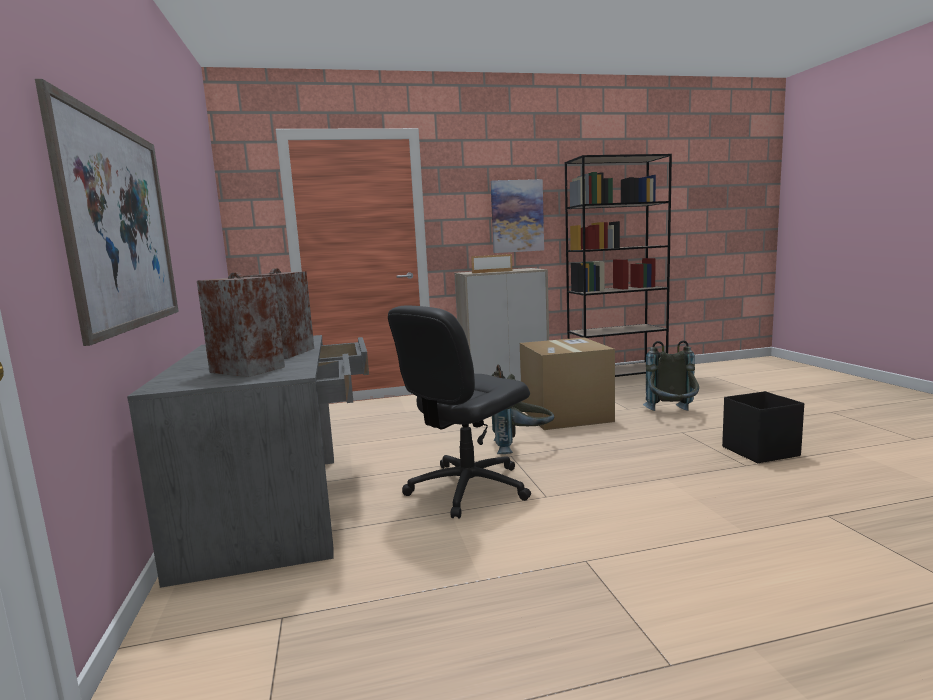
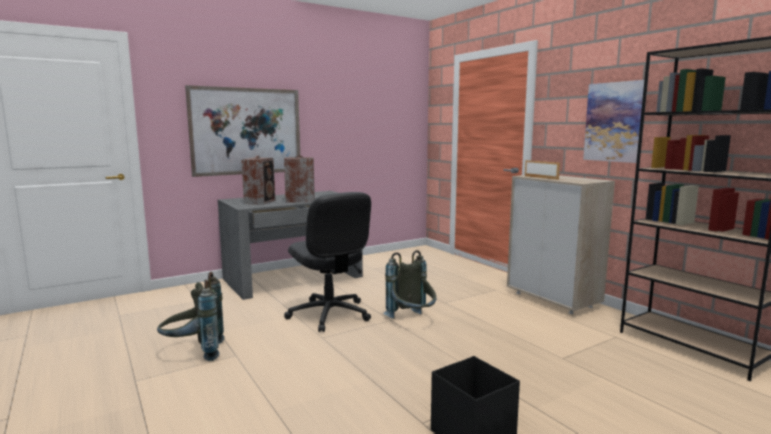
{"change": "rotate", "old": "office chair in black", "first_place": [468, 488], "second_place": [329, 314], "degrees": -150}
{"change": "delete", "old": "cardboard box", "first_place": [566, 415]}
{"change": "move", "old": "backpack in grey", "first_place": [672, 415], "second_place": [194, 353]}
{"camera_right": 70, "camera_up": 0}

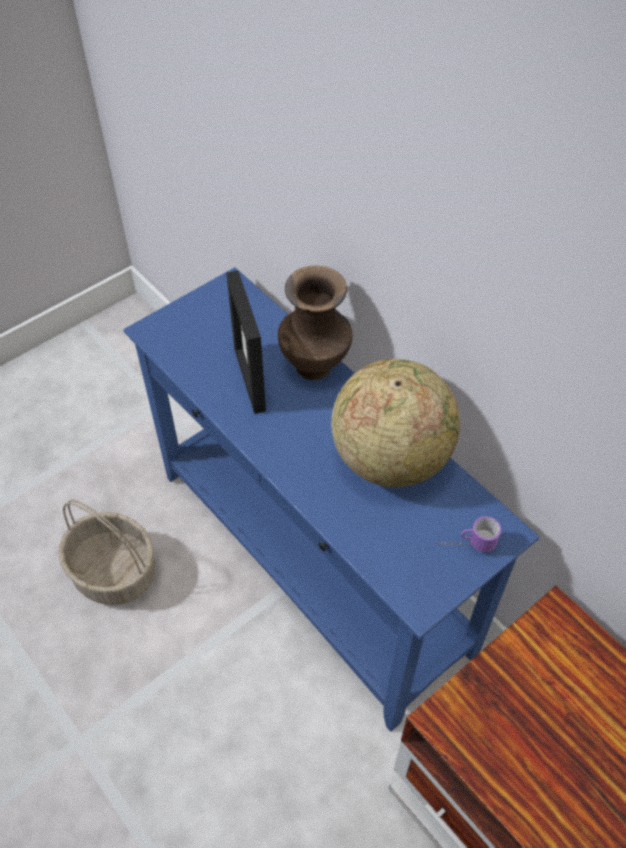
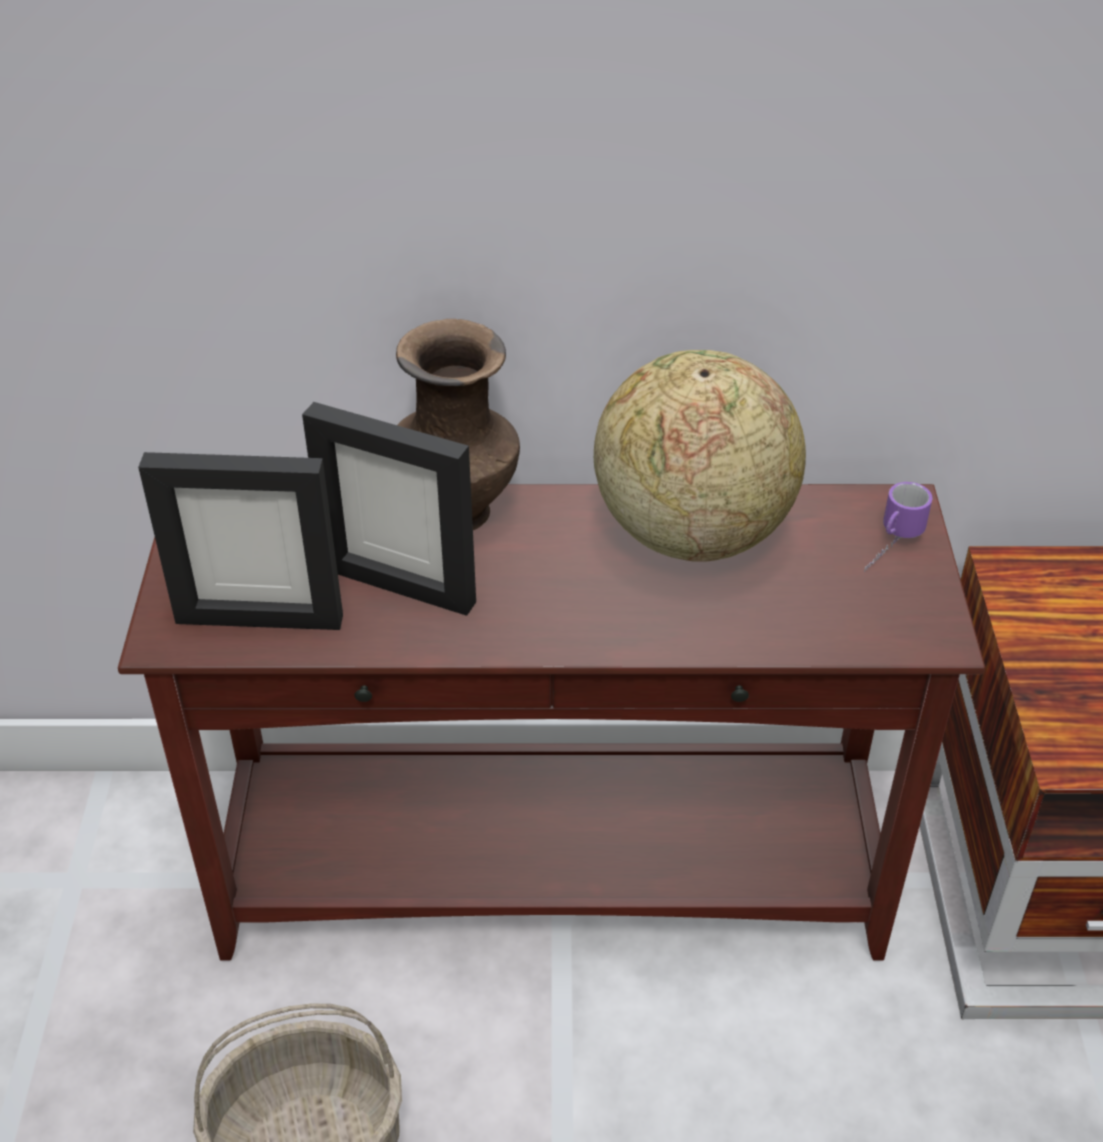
{"change": "recolor", "old": "console table in blue", "new": "console table in brown", "first_place": [315, 560], "second_place": [555, 869]}
{"change": "insert", "new": "picture frame", "second_place": [260, 616]}
{"camera_right": -50, "camera_up": -10}

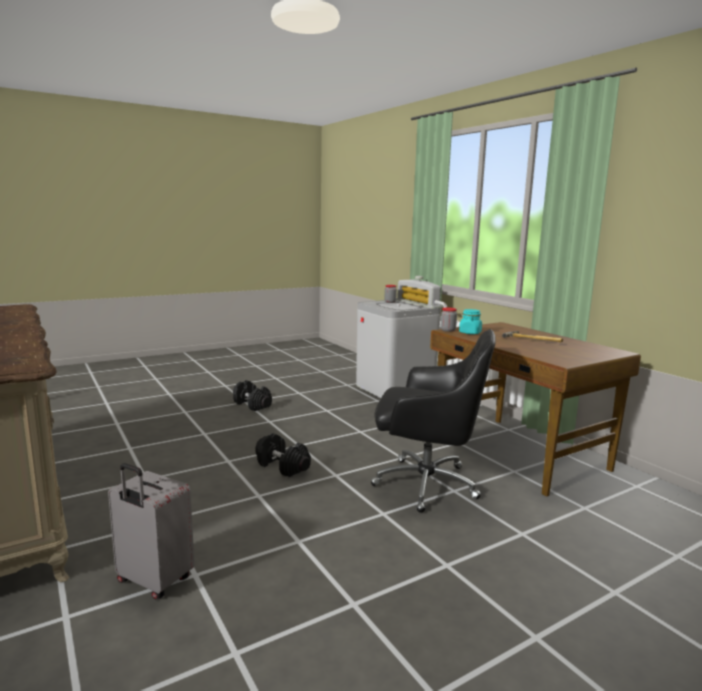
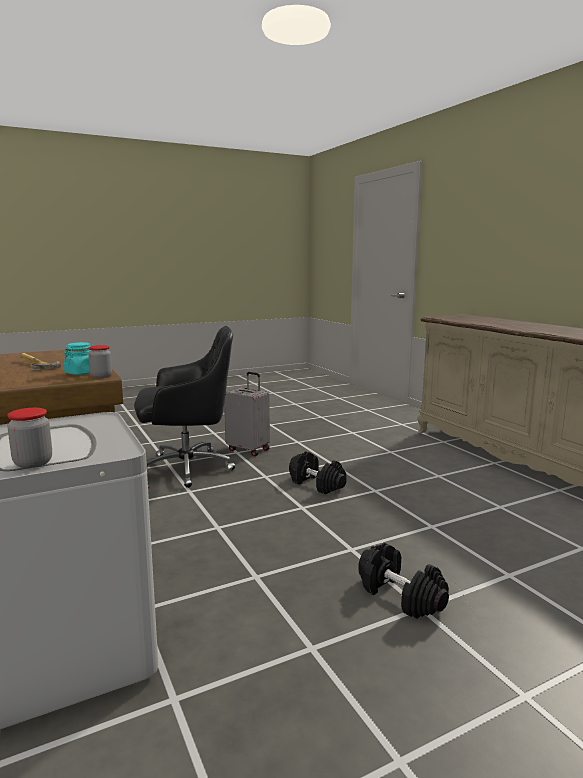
{"change": "move", "old": "suitcase in grey", "first_place": [153, 581], "second_place": [249, 449]}
{"change": "rotate", "old": "office chair in black", "first_place": [426, 484], "second_place": [187, 468], "degrees": 150}
{"camera_right": -175, "camera_up": 0}

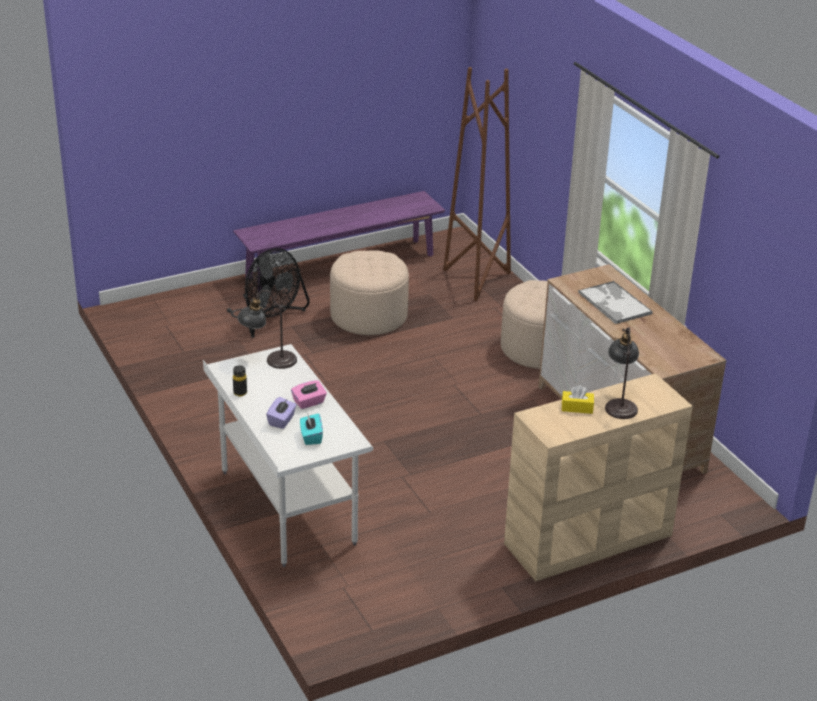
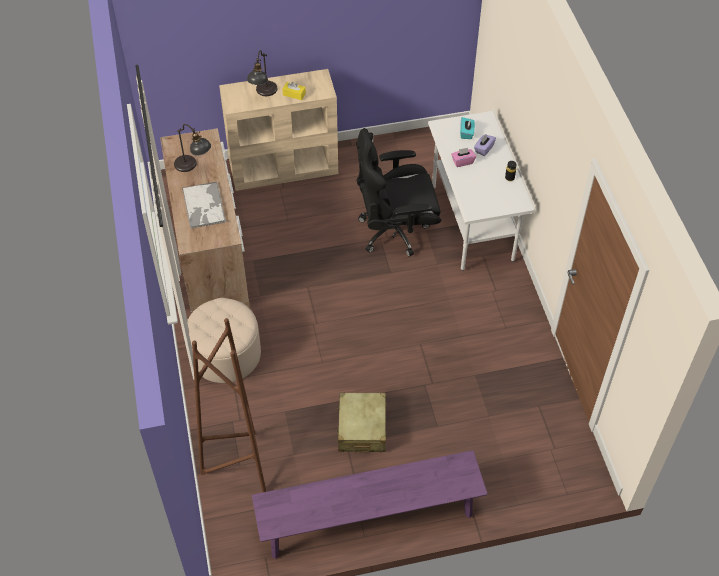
{"change": "delete", "old": "fan in black", "first_place": [266, 319]}
{"change": "move", "old": "table lamp in grey", "first_place": [268, 358], "second_place": [194, 166]}
{"change": "replace", "old": "ottoman in beige", "new": "suitcase in beige", "first_place": [368, 316], "second_place": [362, 428]}
{"change": "insert", "new": "office chair in black", "second_place": [397, 230]}
{"camera_right": -165, "camera_up": 20}

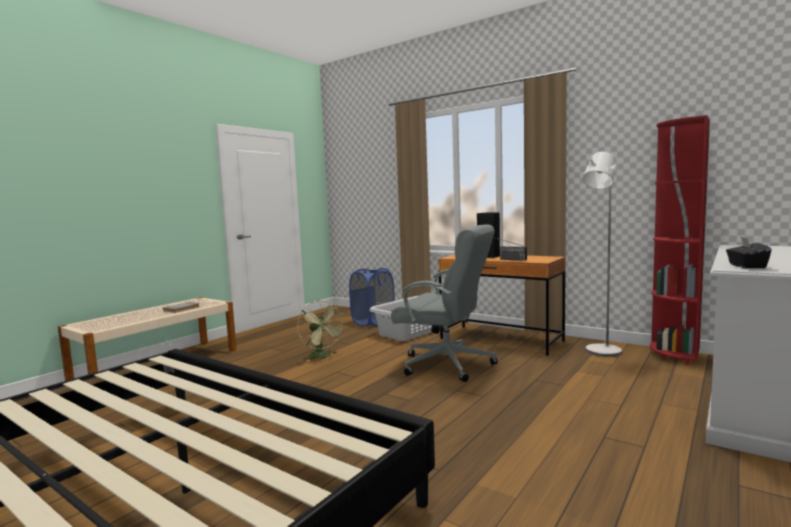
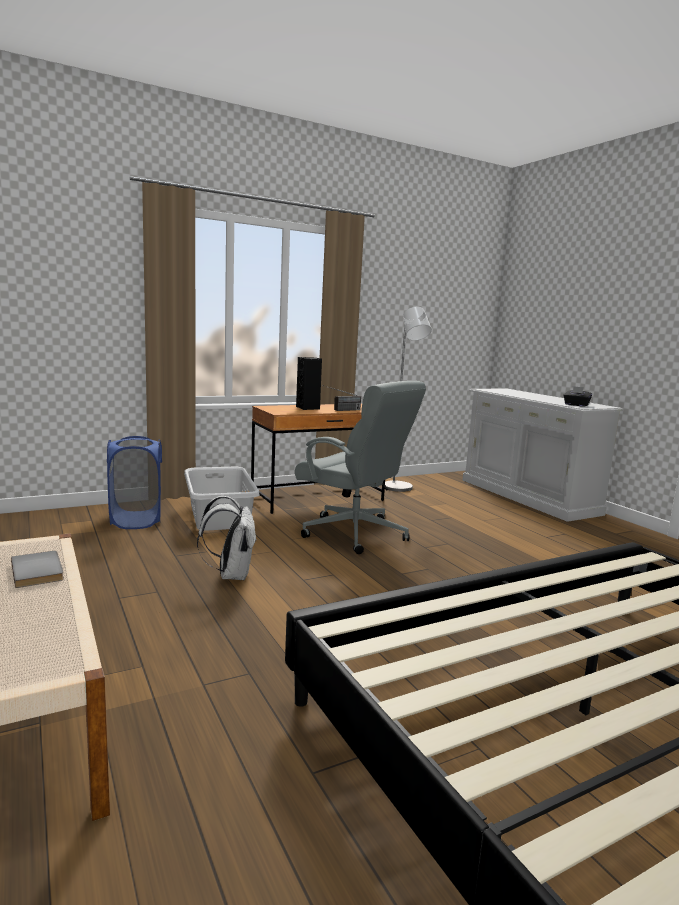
{"change": "replace", "old": "fan in green", "new": "backpack in white", "first_place": [323, 356], "second_place": [231, 575]}
{"change": "rotate", "old": "office chair in grey", "first_place": [446, 364], "second_place": [354, 533], "degrees": 75}
{"change": "delete", "old": "bookcase in red", "first_place": [674, 357]}
{"camera_right": -65, "camera_up": 5}

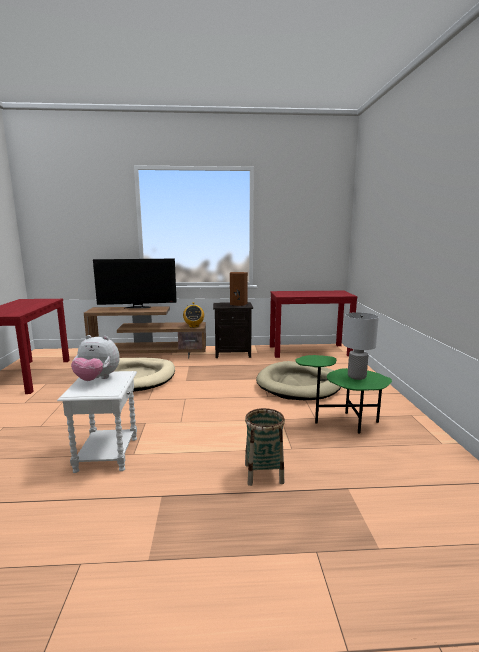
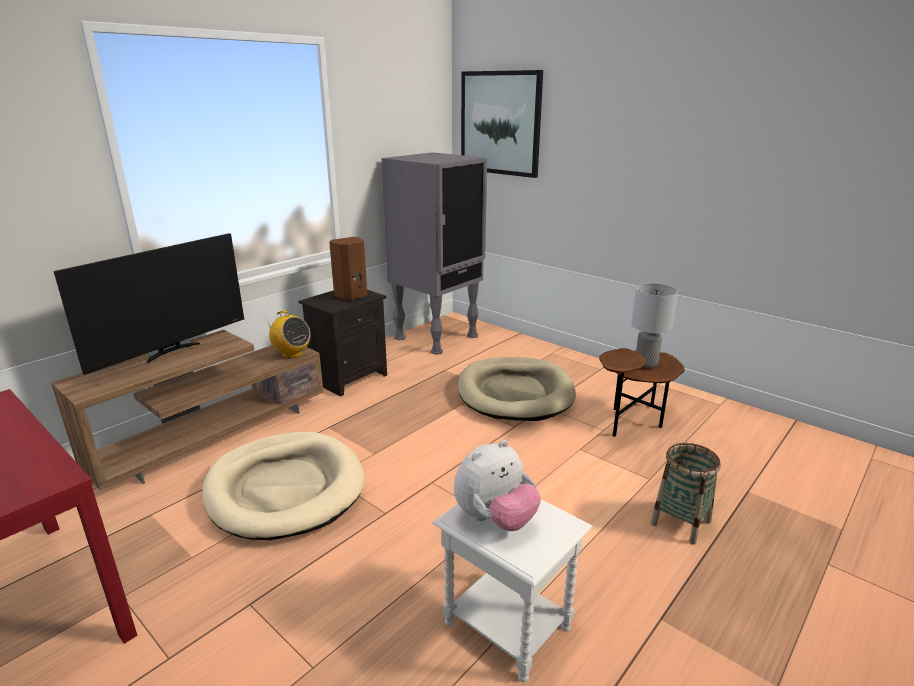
{"change": "replace", "old": "console table in red", "new": "cabinet in grey", "first_place": [309, 351], "second_place": [437, 337]}
{"change": "recolor", "old": "side table in green", "new": "side table in brown", "first_place": [343, 422], "second_place": [632, 422]}
{"change": "insert", "new": "picture", "second_place": [500, 123]}
{"camera_right": -45, "camera_up": 10}

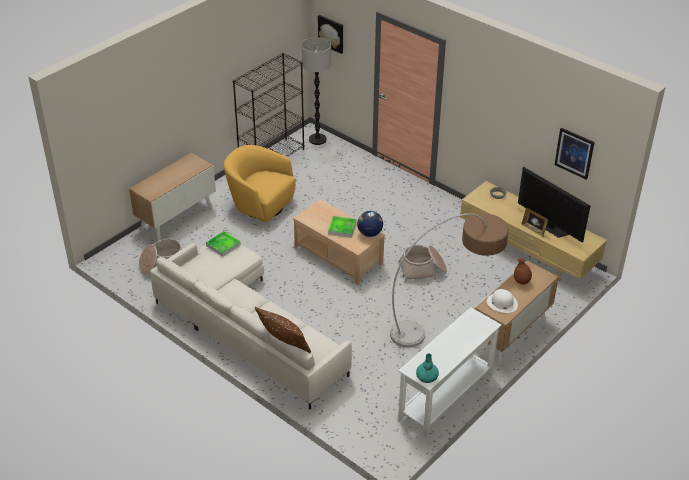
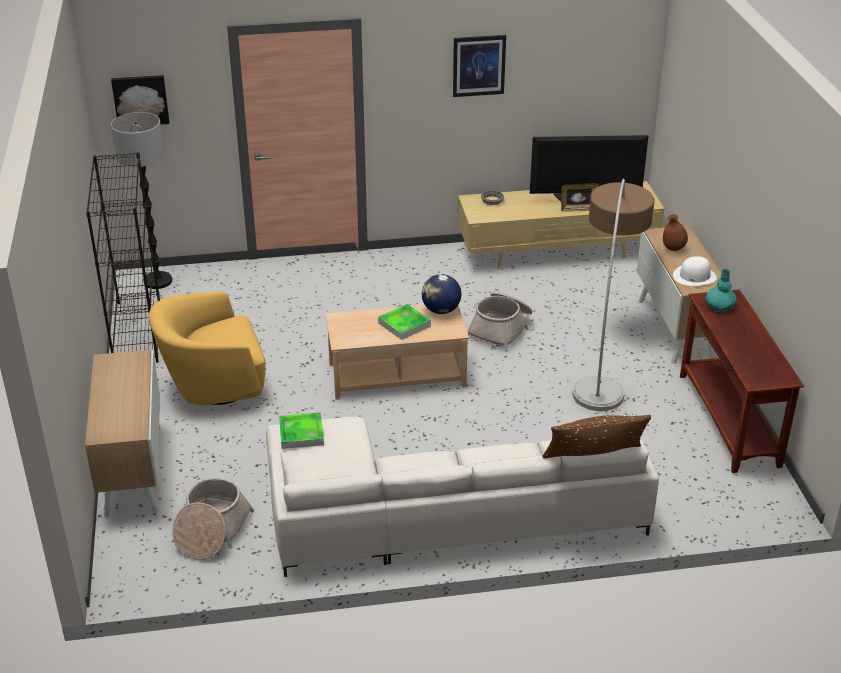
{"change": "recolor", "old": "console table in white", "new": "console table in brown", "first_place": [446, 397], "second_place": [729, 420]}
{"change": "move", "old": "vase in turquoise", "first_place": [427, 377], "second_place": [720, 306]}
{"change": "move", "old": "picture", "first_place": [574, 153], "second_place": [478, 65]}
{"camera_right": -50, "camera_up": -5}

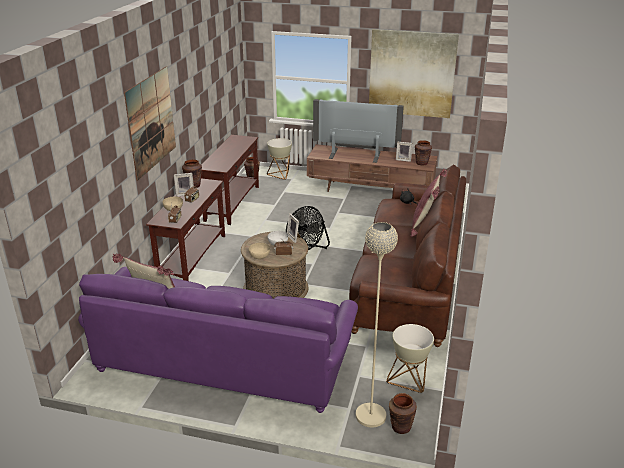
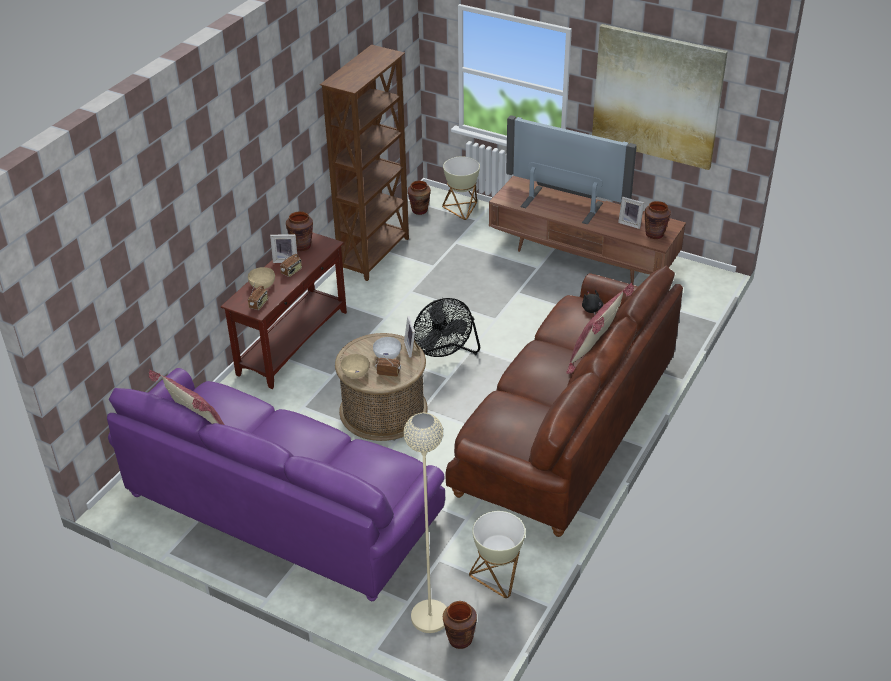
{"change": "delete", "old": "picture", "first_place": [151, 122]}
{"change": "replace", "old": "console table in brown", "new": "bookcase in brown", "first_place": [232, 203], "second_place": [375, 254]}
{"camera_right": 15, "camera_up": 10}

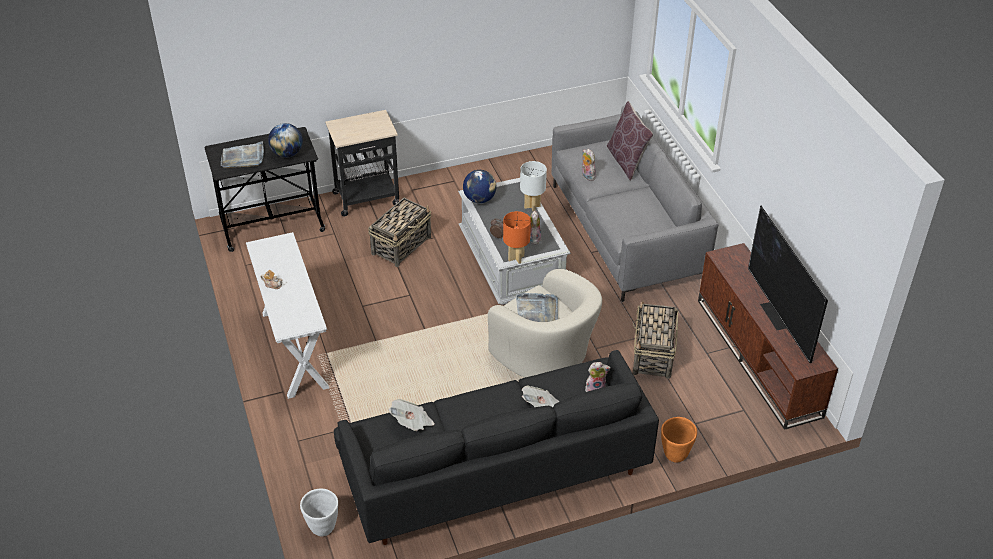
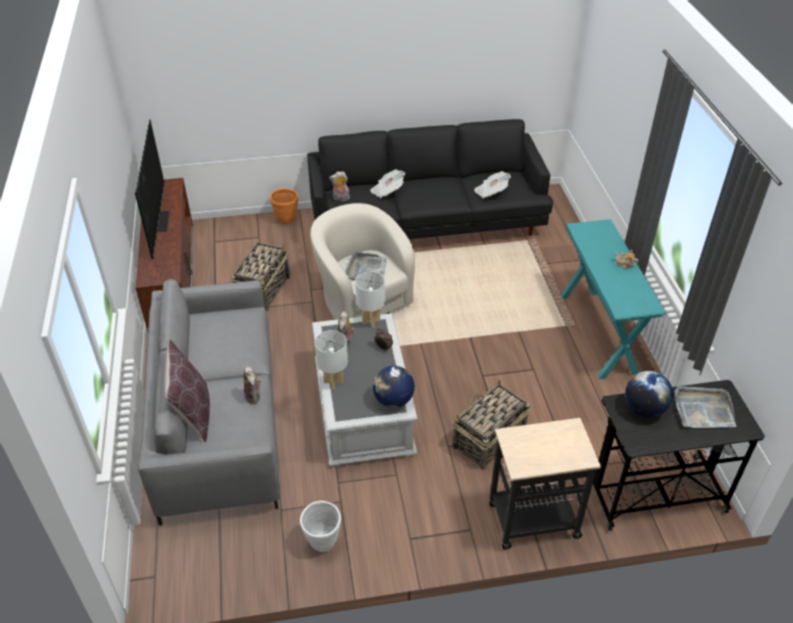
{"change": "recolor", "old": "console table in white", "new": "console table in turquoise", "first_place": [294, 349], "second_place": [597, 333]}
{"change": "move", "old": "planter in white", "first_place": [322, 527], "second_place": [323, 542]}
{"change": "recolor", "old": "table lamp in orange", "new": "table lamp in white", "first_place": [516, 258], "second_place": [371, 321]}
{"camera_right": -170, "camera_up": 0}

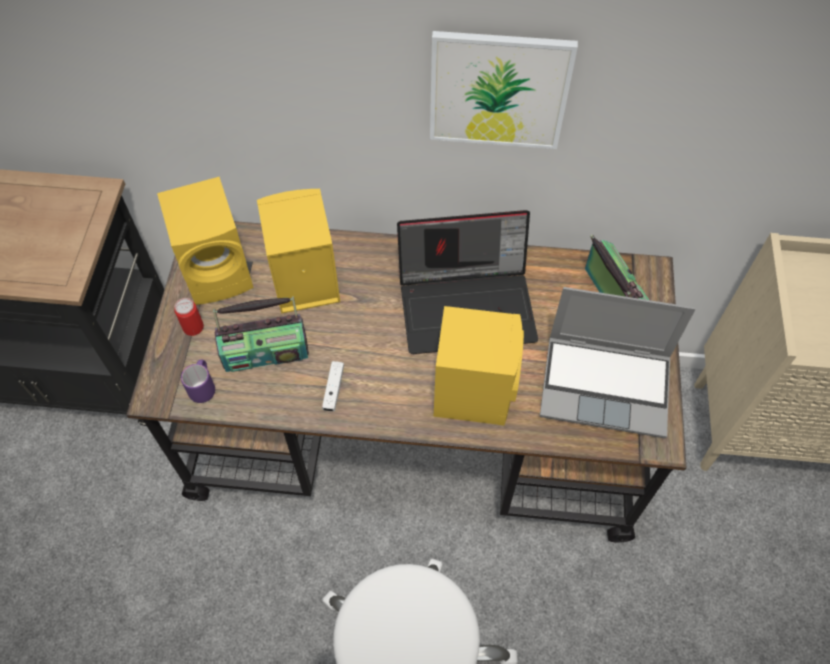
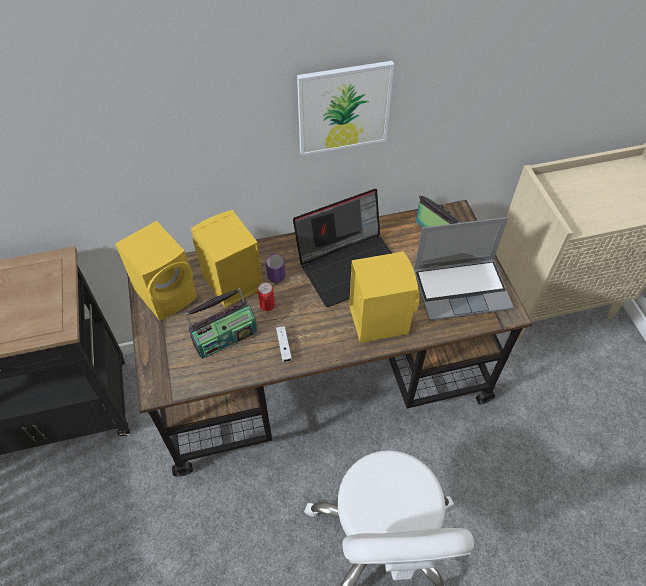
{"change": "move", "old": "can", "first_place": [193, 327], "second_place": [267, 305]}
{"change": "move", "old": "mug in purple", "first_place": [203, 387], "second_place": [275, 273]}
{"camera_right": -20, "camera_up": -5}

